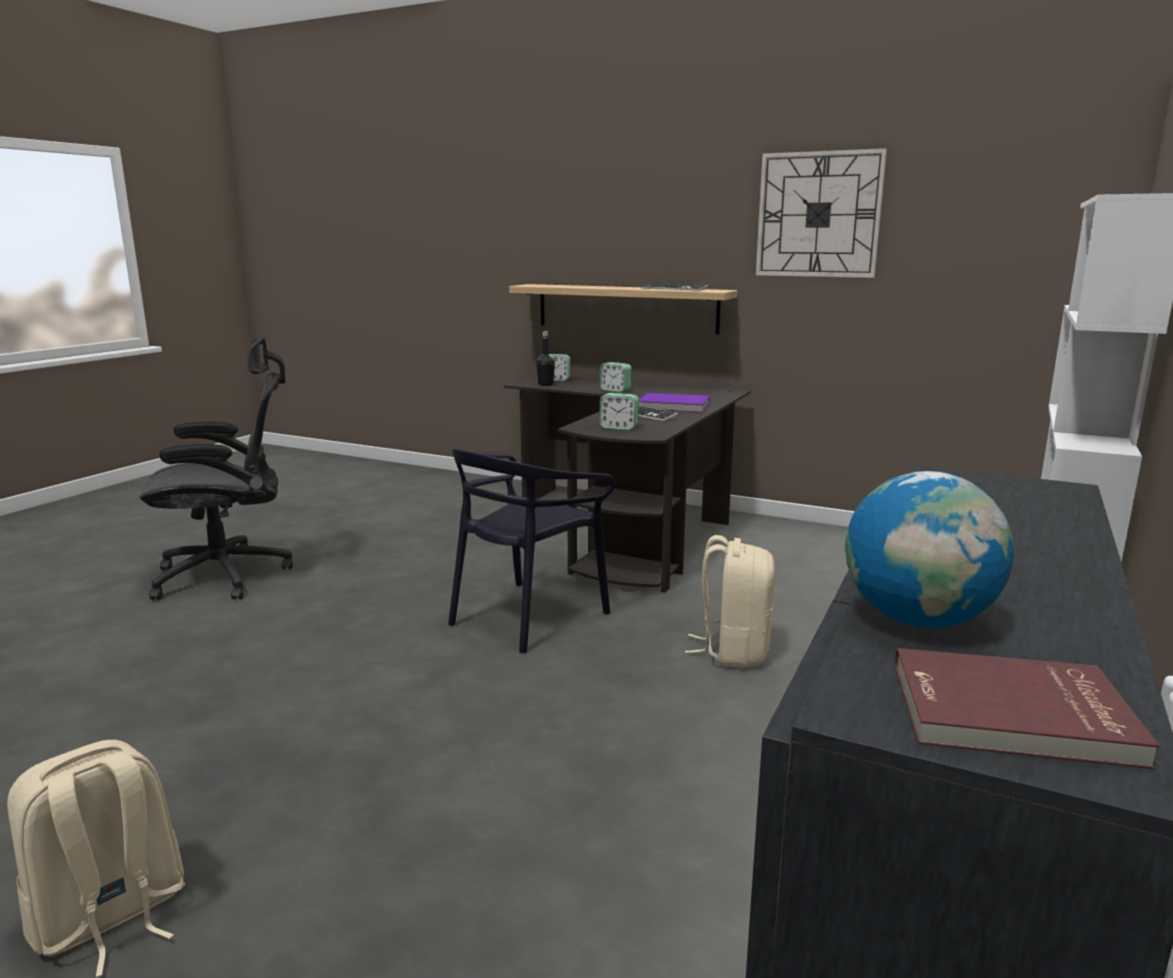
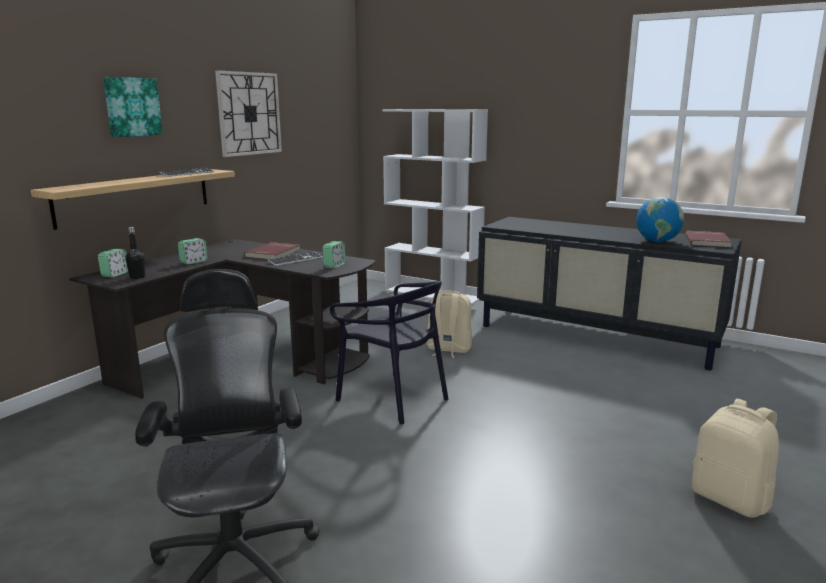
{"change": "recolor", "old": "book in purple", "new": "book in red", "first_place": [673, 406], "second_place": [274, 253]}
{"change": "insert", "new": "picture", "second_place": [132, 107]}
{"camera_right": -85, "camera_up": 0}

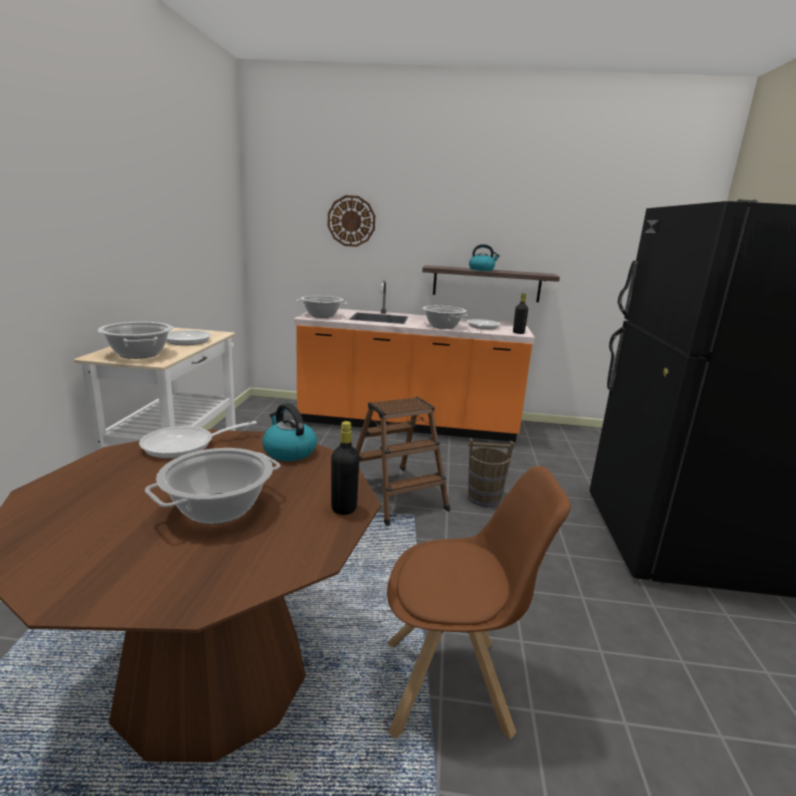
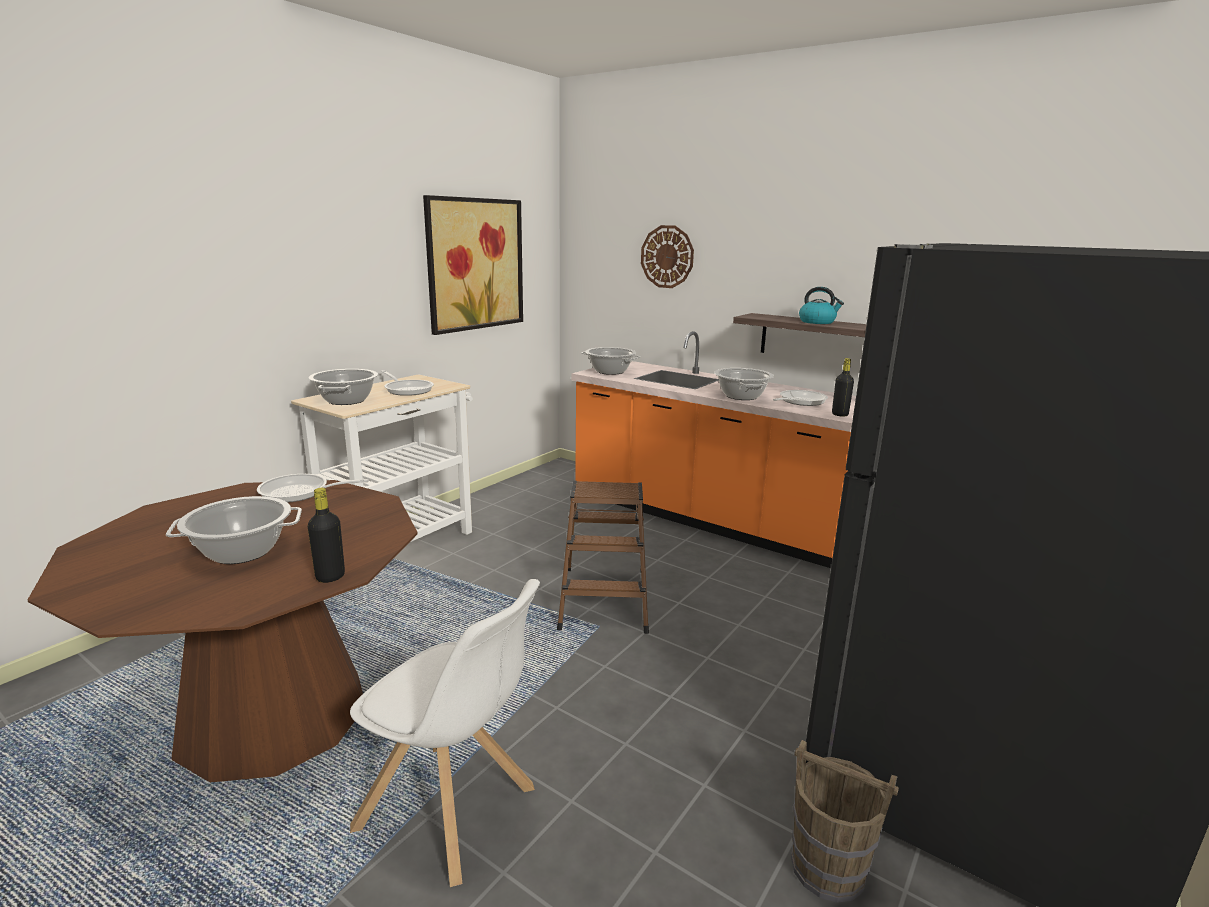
{"change": "delete", "old": "kettle", "first_place": [288, 451]}
{"change": "recolor", "old": "chair in brown", "new": "chair in white", "first_place": [453, 684], "second_place": [453, 811]}
{"change": "move", "old": "bucket in brown", "first_place": [484, 498], "second_place": [828, 869]}
{"change": "insert", "new": "picture", "second_place": [475, 264]}
{"camera_right": 30, "camera_up": 0}

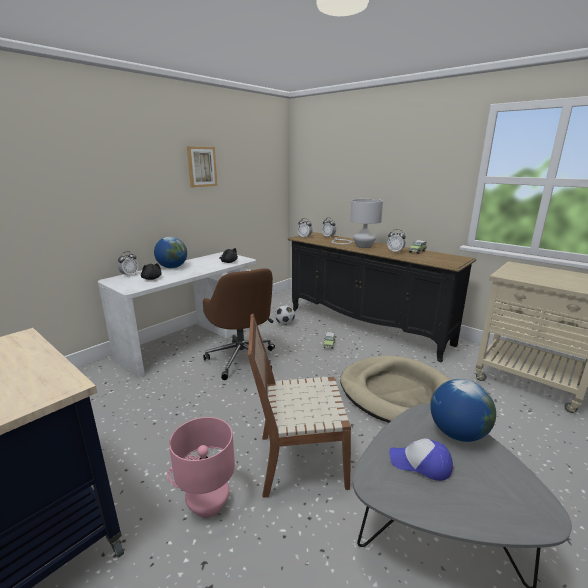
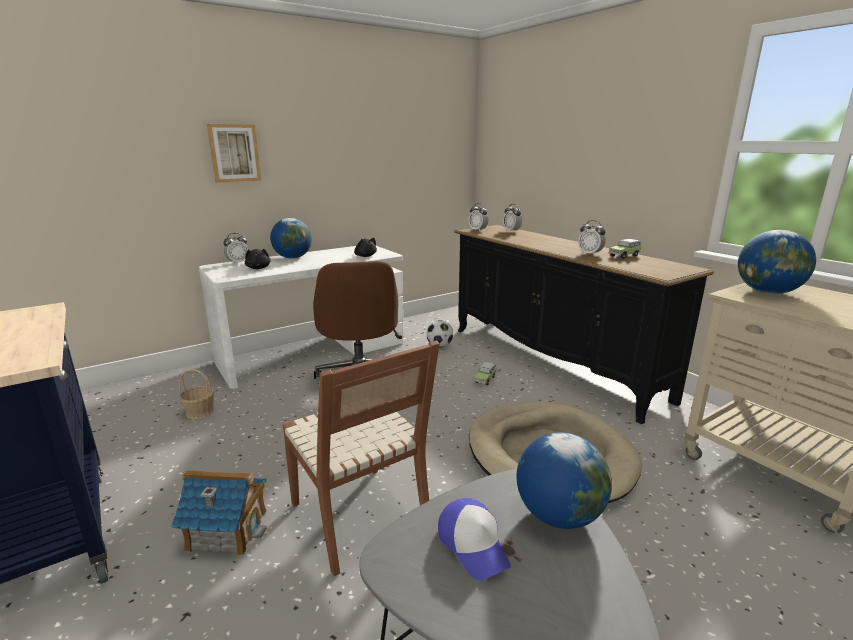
{"change": "replace", "old": "table lamp in pink", "new": "toy house", "first_place": [200, 491], "second_place": [227, 530]}
{"change": "move", "old": "picture", "first_place": [201, 166], "second_place": [234, 153]}
{"change": "rotate", "old": "chair", "first_place": [297, 462], "second_place": [361, 520], "degrees": -135}
{"change": "delete", "old": "table lamp in grey", "first_place": [355, 244]}
{"change": "rotate", "old": "cap", "first_place": [420, 463], "second_place": [473, 545], "degrees": -150}
{"change": "insert", "new": "basket", "second_place": [200, 411]}
{"change": "insert", "new": "globe", "second_place": [767, 292]}
{"camera_right": 15, "camera_up": 0}

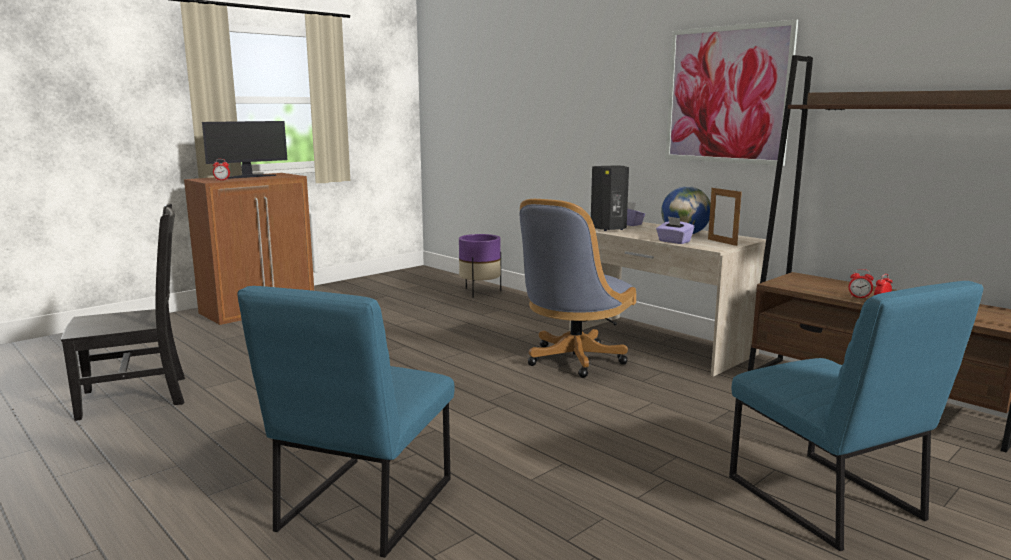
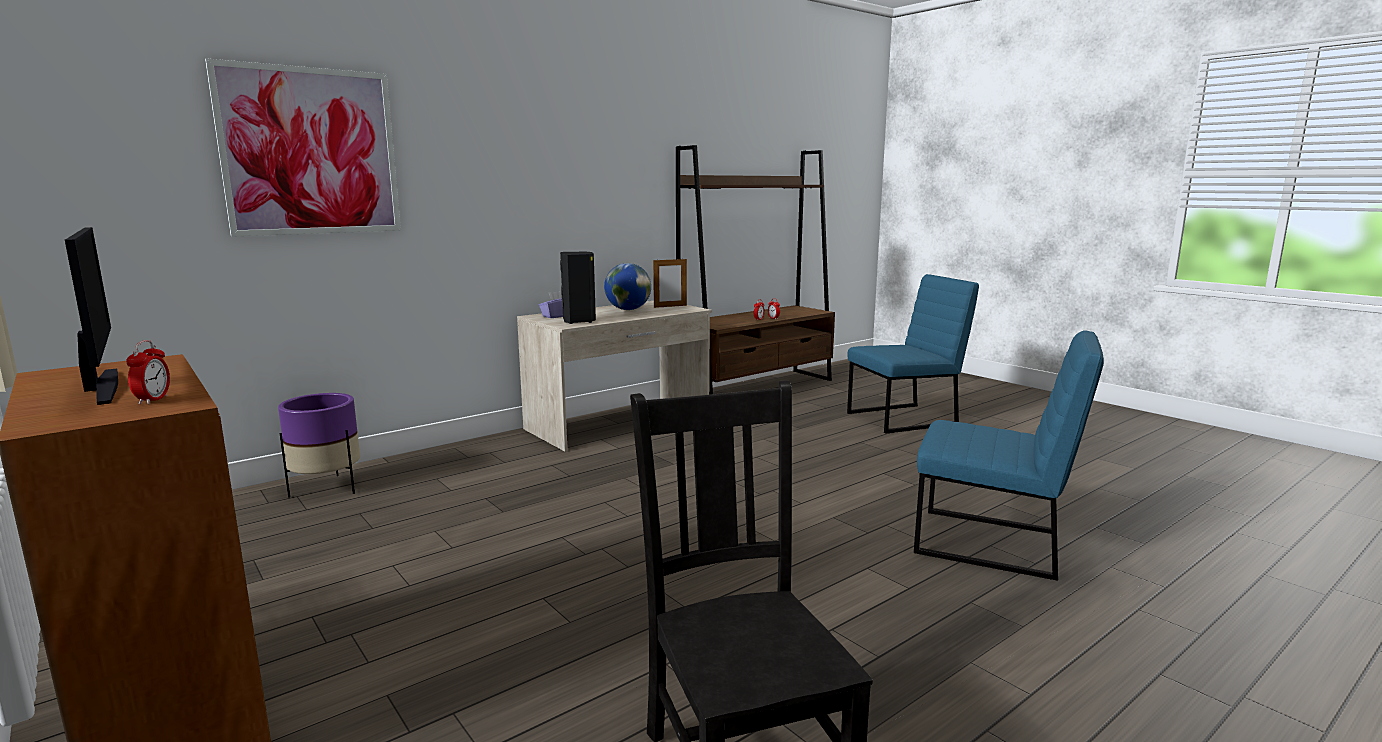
{"change": "delete", "old": "office chair in blue", "first_place": [571, 363]}
{"change": "delete", "old": "tissue box in purple", "first_place": [674, 241]}
{"change": "move", "old": "picture", "first_place": [727, 95], "second_place": [310, 152]}
{"camera_right": -85, "camera_up": 0}

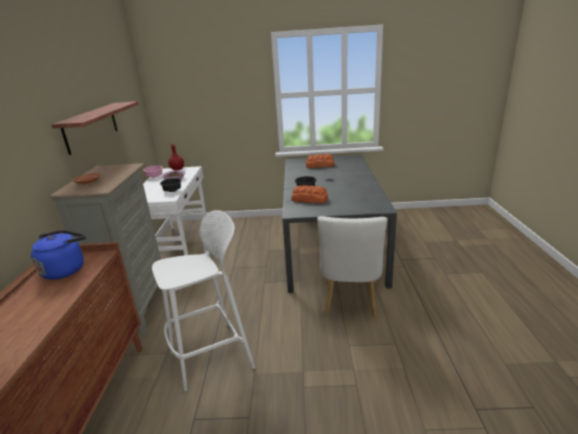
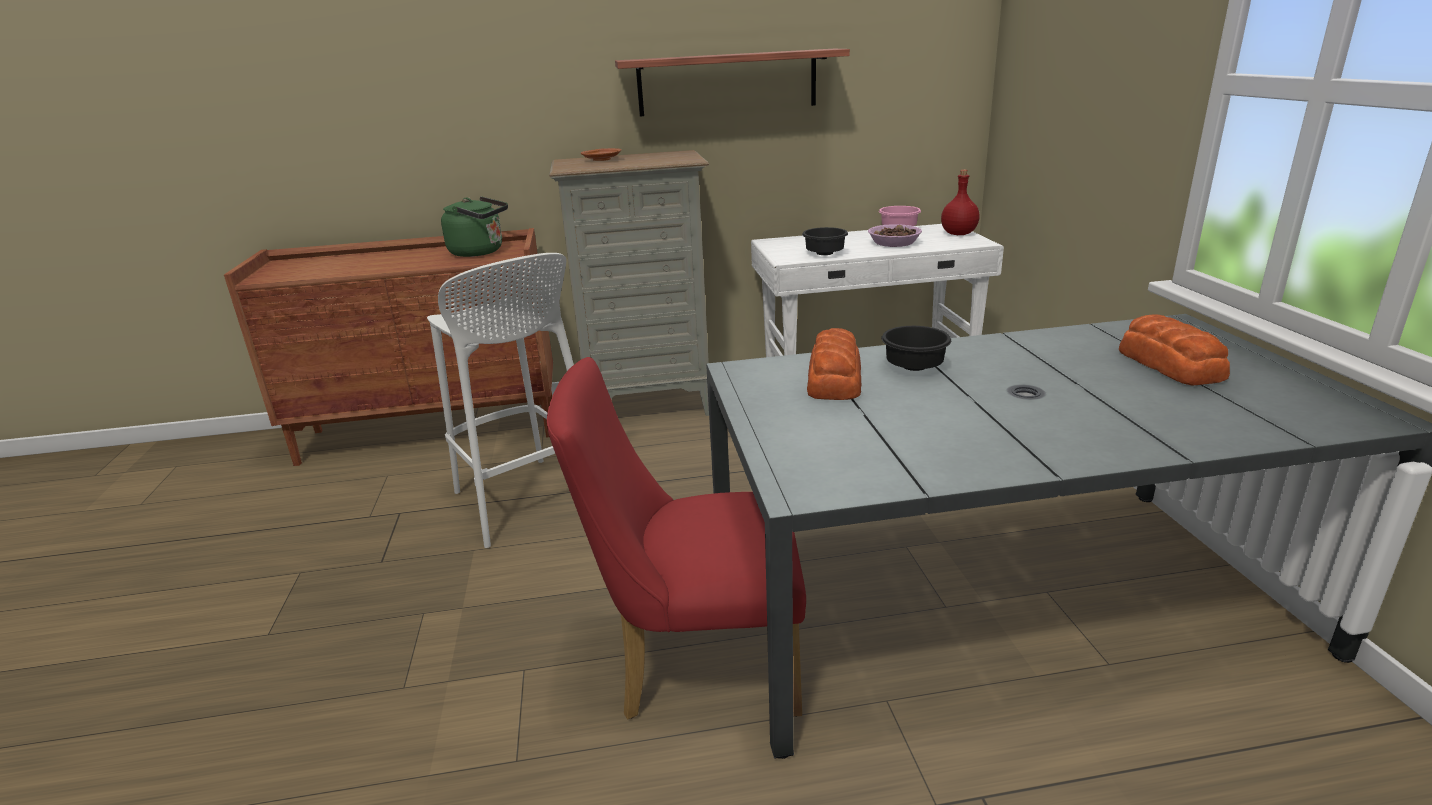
{"change": "recolor", "old": "kettle in blue", "new": "kettle in green", "first_place": [66, 269], "second_place": [480, 252]}
{"change": "recolor", "old": "chair in white", "new": "chair in red", "first_place": [350, 301], "second_place": [694, 663]}
{"camera_right": 80, "camera_up": 0}

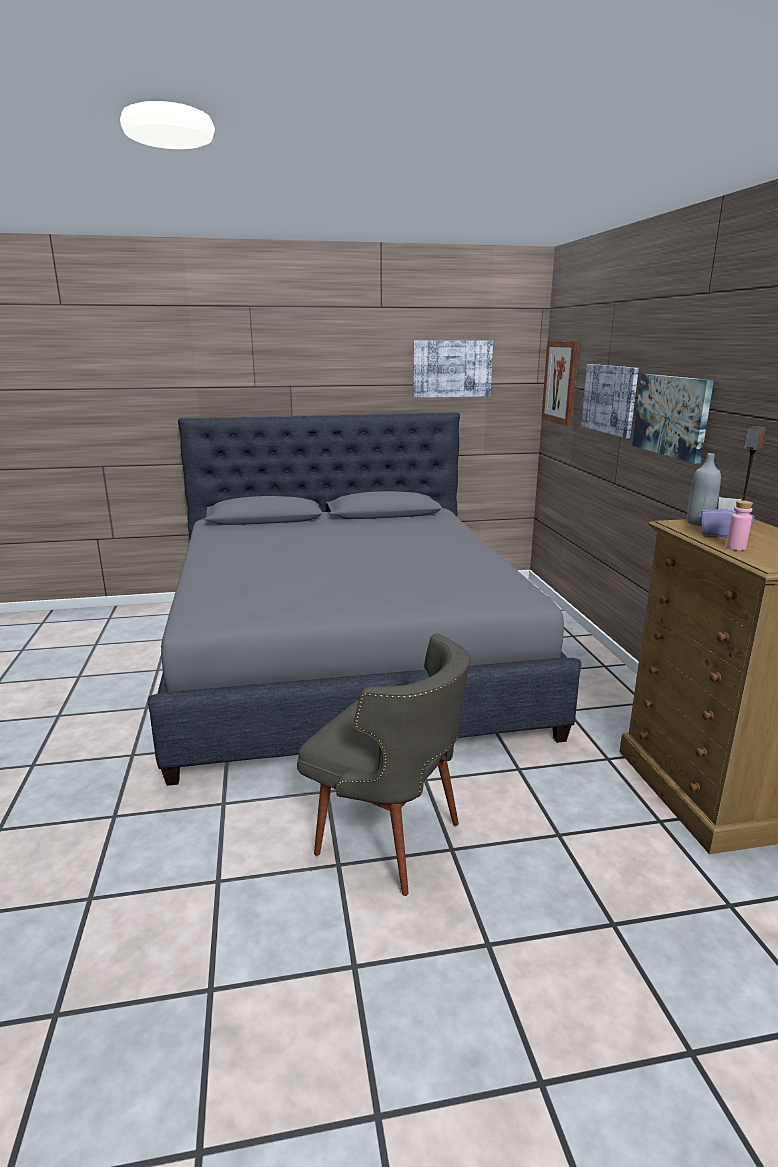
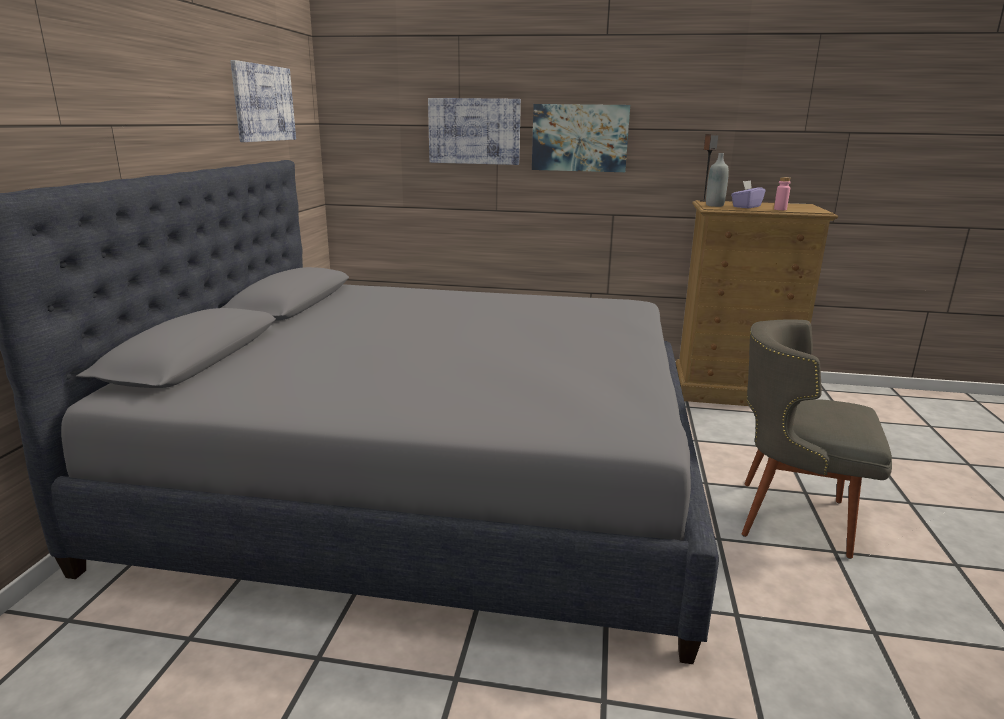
{"change": "rotate", "old": "chair in grey", "first_place": [387, 838], "second_place": [794, 519], "degrees": -120}
{"change": "delete", "old": "picture", "first_place": [561, 382]}
{"camera_right": -70, "camera_up": 0}

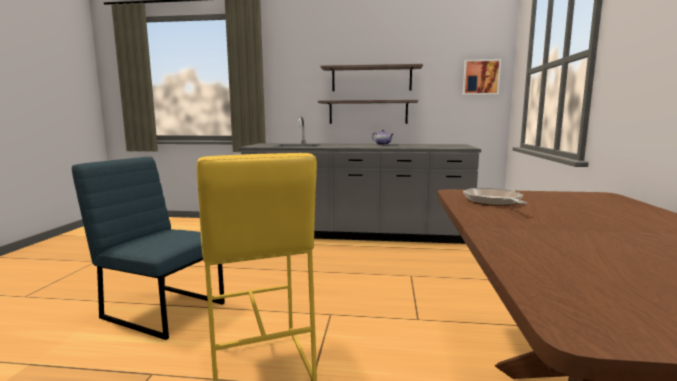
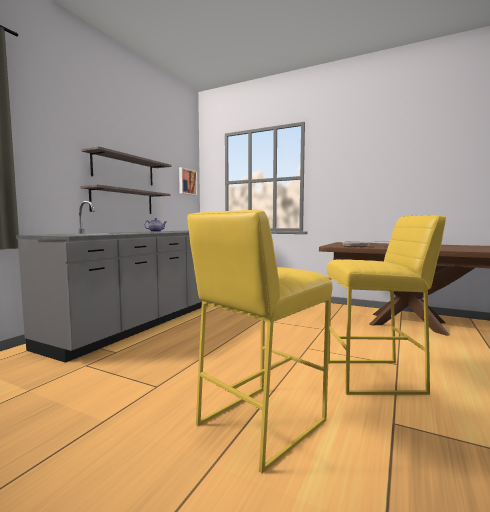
{"change": "replace", "old": "chair in blue", "new": "stool in yellow", "first_place": [162, 309], "second_place": [260, 423]}
{"camera_right": -70, "camera_up": -5}

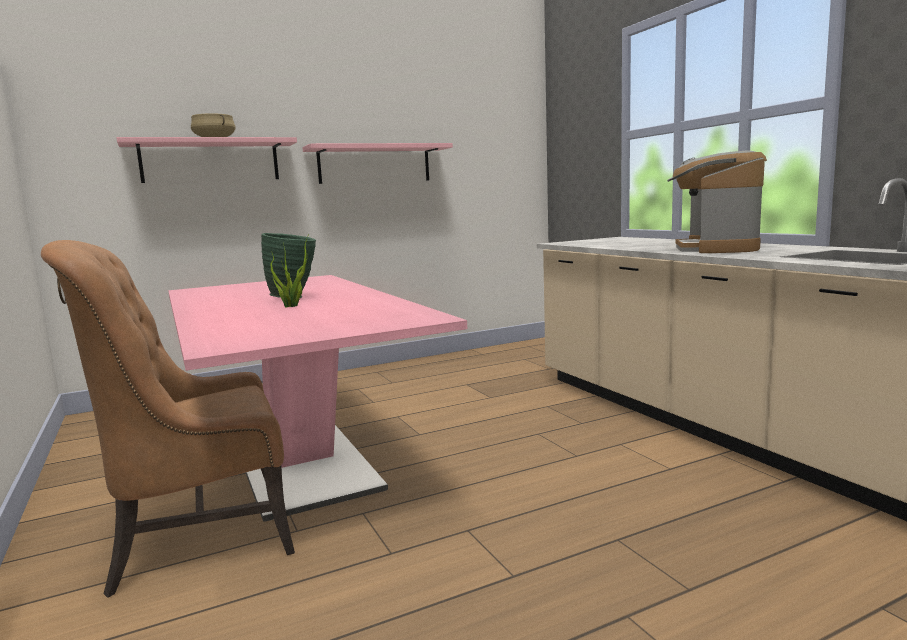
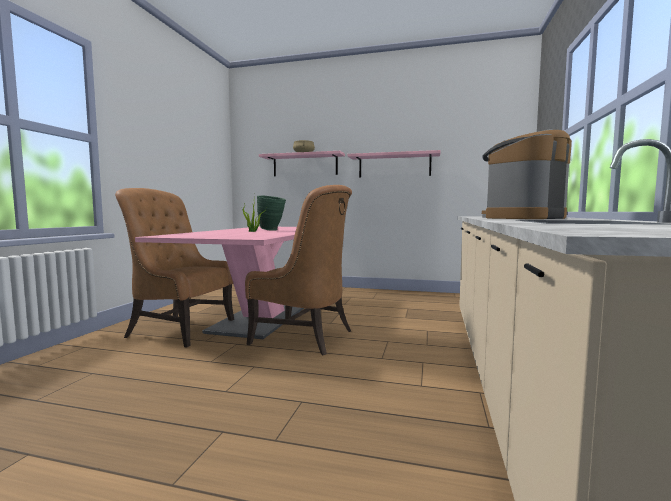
{"change": "insert", "new": "chair in brown", "second_place": [304, 337]}
{"camera_right": 40, "camera_up": -5}

